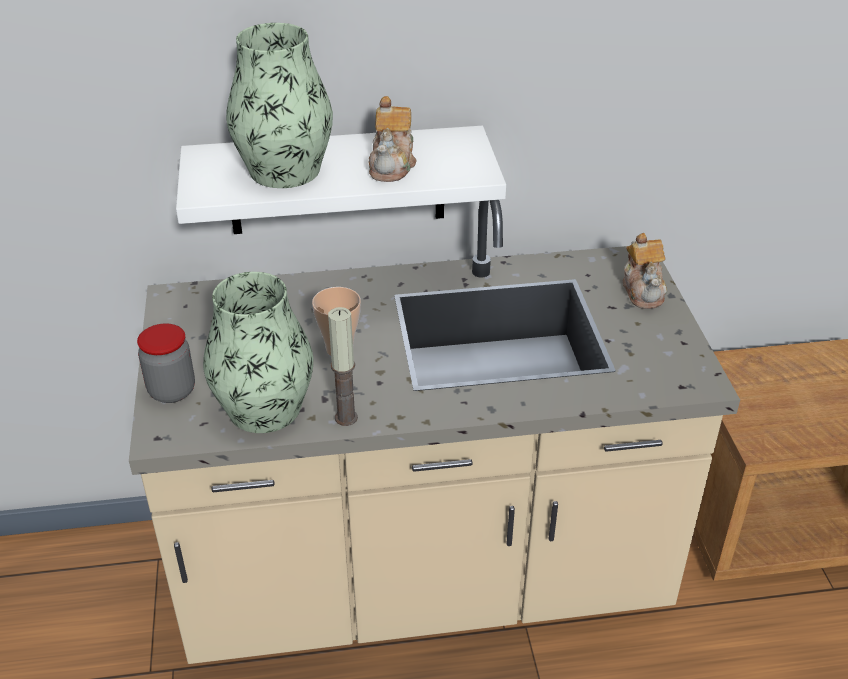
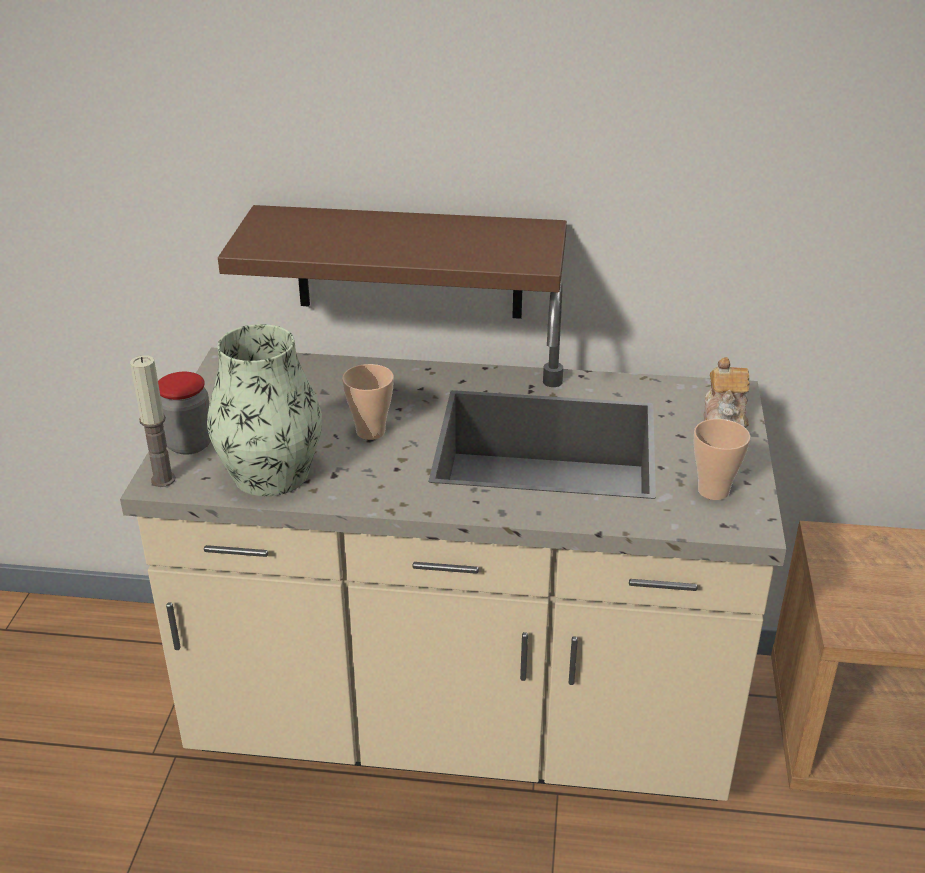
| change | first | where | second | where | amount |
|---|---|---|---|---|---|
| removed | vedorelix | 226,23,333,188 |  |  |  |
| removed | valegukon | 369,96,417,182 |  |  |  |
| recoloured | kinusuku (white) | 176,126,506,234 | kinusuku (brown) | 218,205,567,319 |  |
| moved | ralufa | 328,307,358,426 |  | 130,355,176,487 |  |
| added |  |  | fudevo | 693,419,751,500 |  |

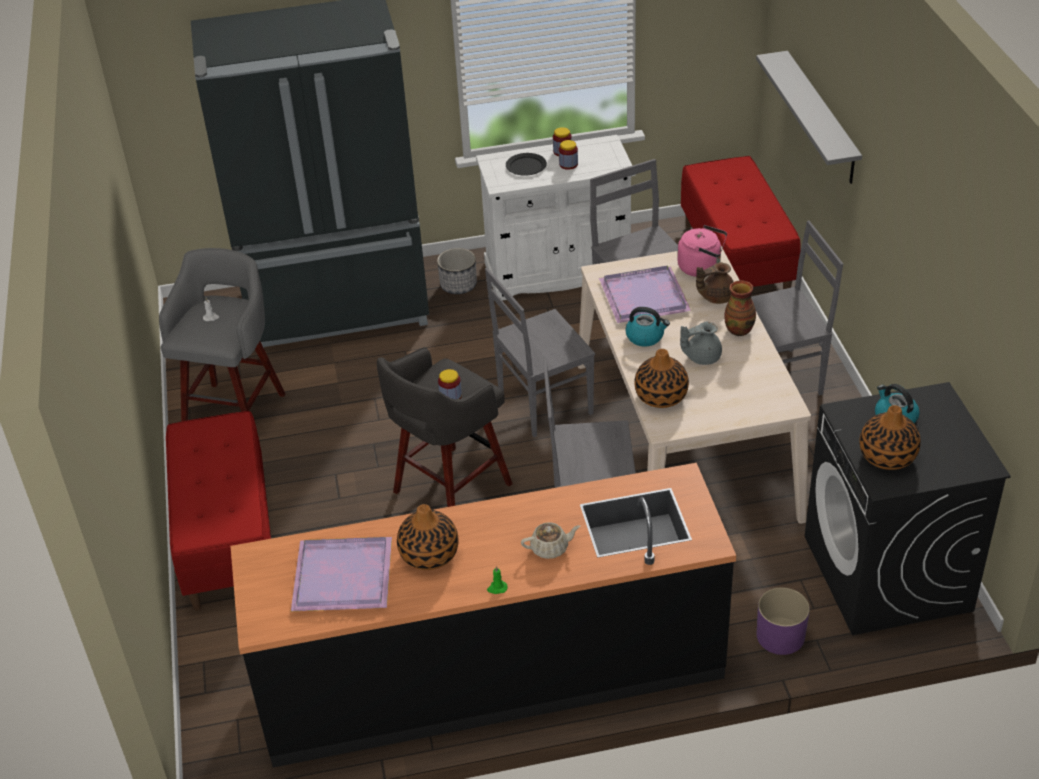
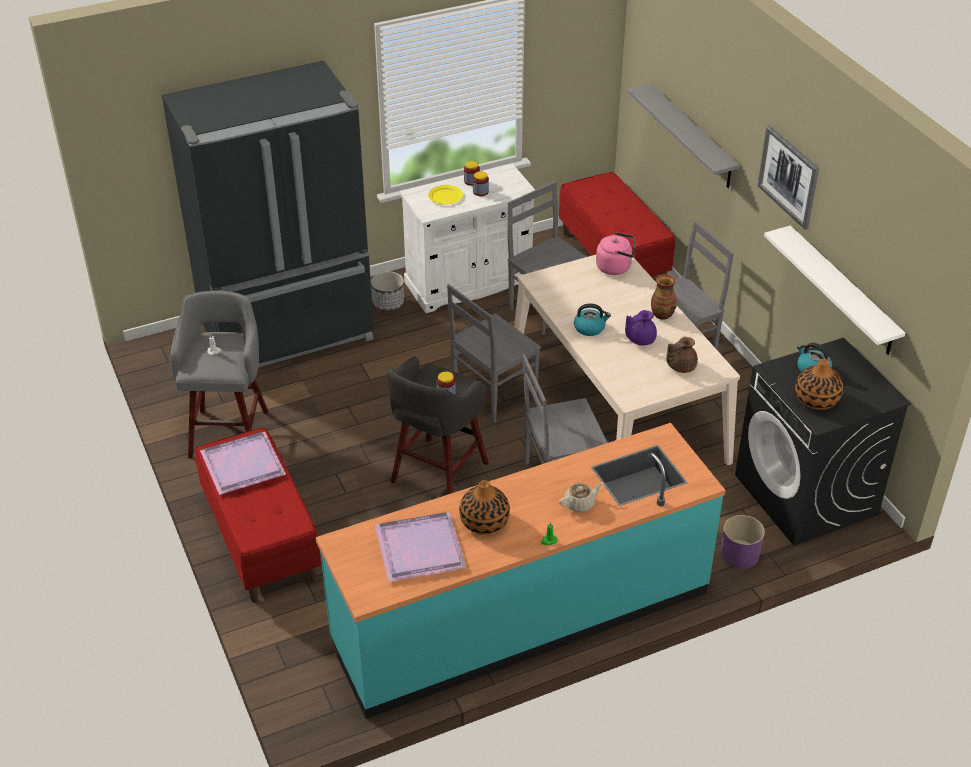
| change | first | where | second | where | amount |
|---|---|---|---|---|---|
| recoloured | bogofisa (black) | 506,153,547,176 | bogofisa (yellow) | 428,185,463,205 |  |
| moved | valegukon (brown) | 696,262,734,304 |  | 666,337,698,373 |  |
| moved | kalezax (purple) | 599,266,692,323 |  | 200,432,286,495 |  |
| recoloured | valegukon (grey) | 680,322,722,365 | valegukon (purple) | 625,310,657,346 |  |
| removed | vedorelix | 634,349,689,408 |  |  |  |
| recoloured | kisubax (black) | 231,463,736,767 | kisubax (turquoise) | 316,423,725,719 |  |
| added |  |  | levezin | 758,125,819,230 |  |
| added |  |  | kinusuku (white) | 764,225,905,355 |  |

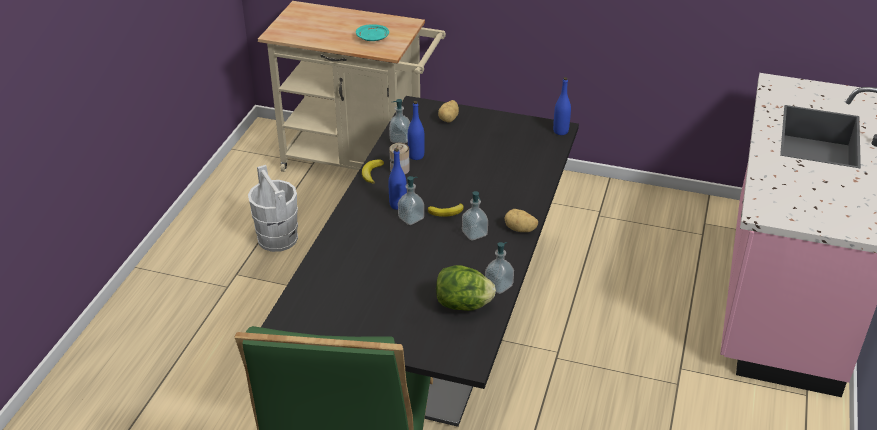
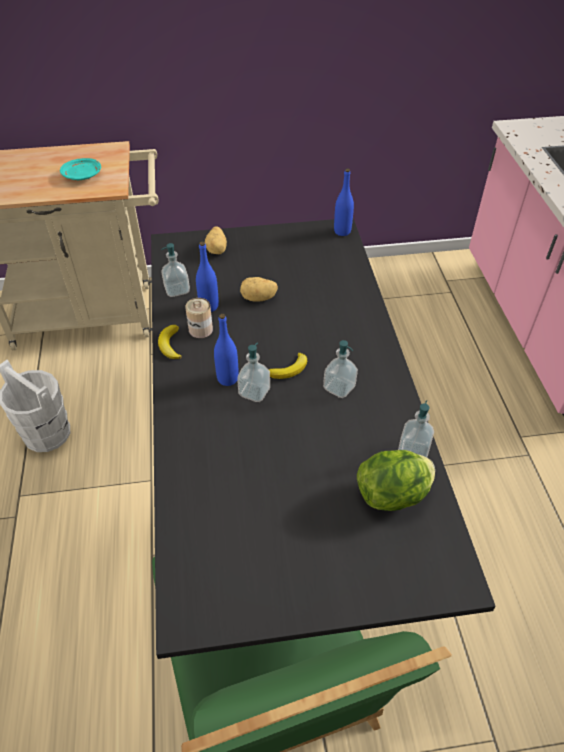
| change | first | where | second | where | amount |
|---|---|---|---|---|---|
| moved | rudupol | 504,209,538,232 |  | 240,277,278,302 |  |

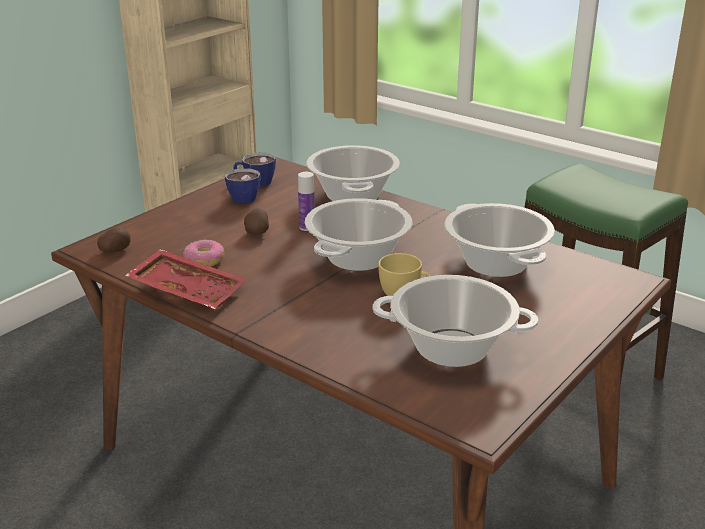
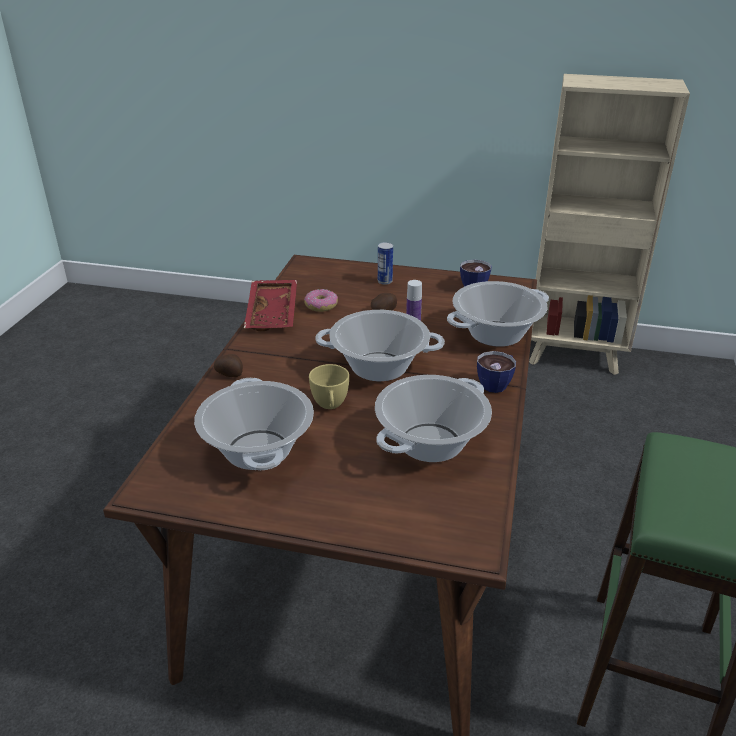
| change | first | where | second | where | amount |
|---|---|---|---|---|---|
| moved | fudevo | 224,168,260,204 |  | 477,351,516,393 |  |
| moved | rudupol | 97,228,131,253 |  | 214,354,243,377 |  |
| added |  |  | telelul | 378,242,393,285 |  |

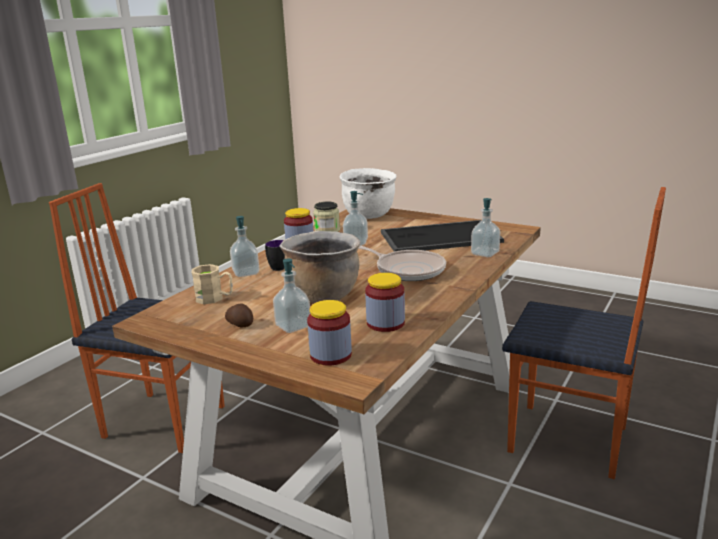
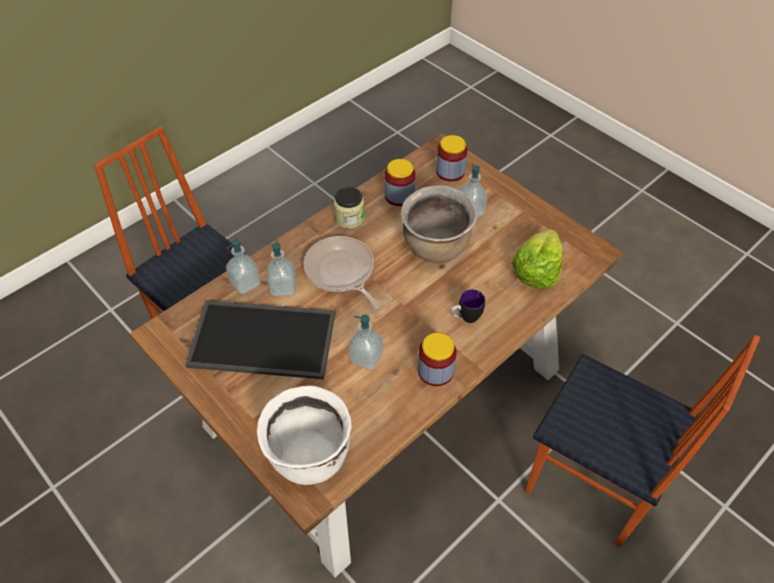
| change | first | where | second | where | amount |
|---|---|---|---|---|---|
| moved | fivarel | 313,201,340,232 |  | 334,187,365,229 |  |
| moved | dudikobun | 230,216,259,277 |  | 267,240,296,296 |  |
| replaced | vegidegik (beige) | 192,264,233,304 | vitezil | 512,229,562,289 |  |
| removed | rudupol | 225,304,253,327 |  |  |  |

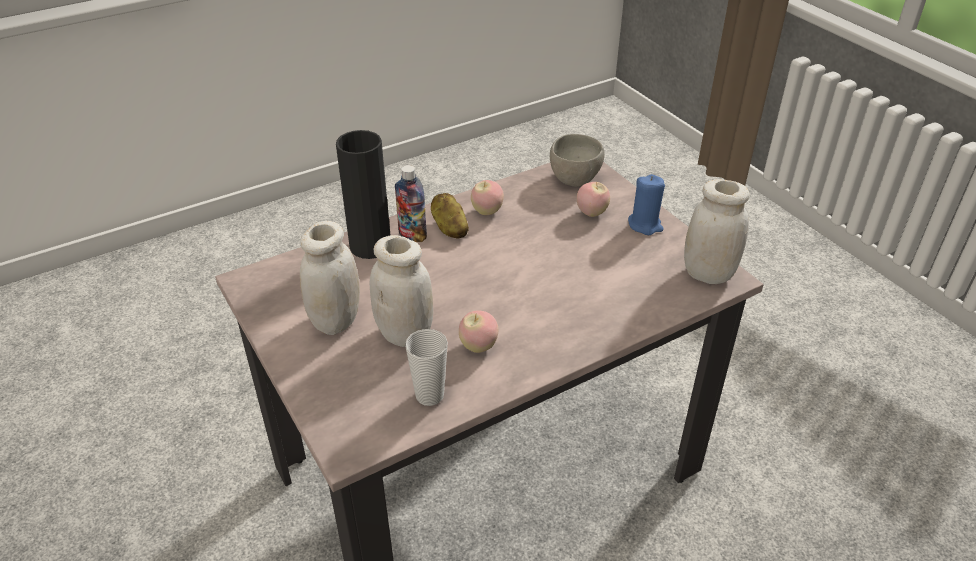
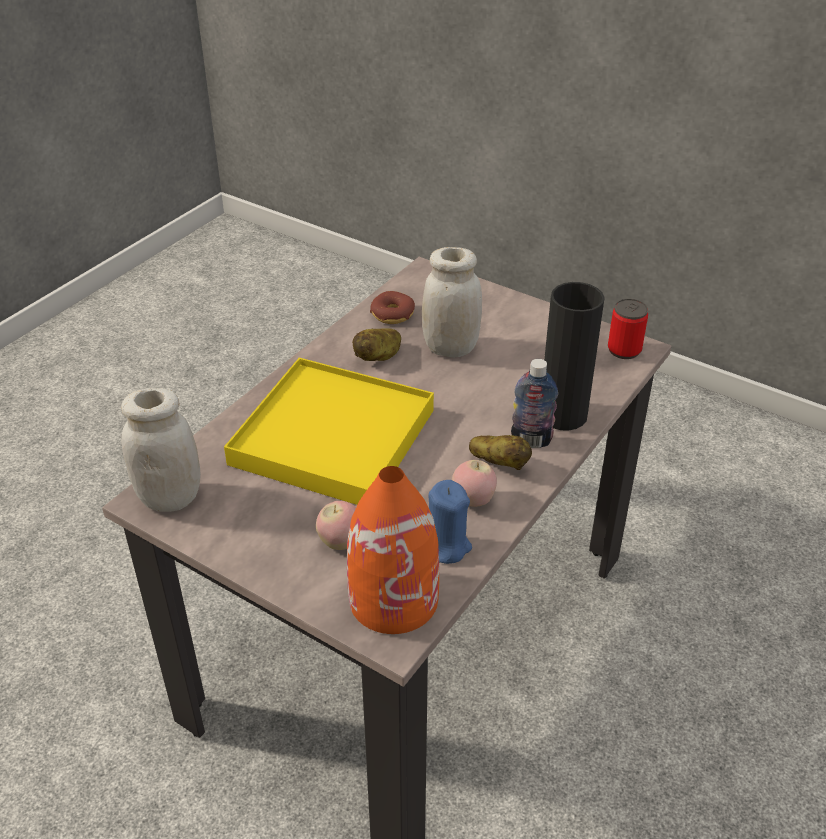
| change | first | where | second | where | amount |
|---|---|---|---|---|---|
| replaced | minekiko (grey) | 550,134,605,187 | vedorelix (orange) | 347,466,439,634 |  |
| moved | ralufa (blue) | 628,174,665,235 |  | 428,480,472,564 |  |
| removed | fivarel (white) | 300,221,360,335 |  |  |  |
| replaced | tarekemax | 459,310,499,353 | rudupol | 352,328,401,361 |  |
| replaced | fudevo | 405,329,448,406 | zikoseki | 370,291,415,324 |  |
| added |  |  | telelul | 608,299,648,359 |  |
| added |  |  | kalezax (yellow) | 224,358,434,505 |  |

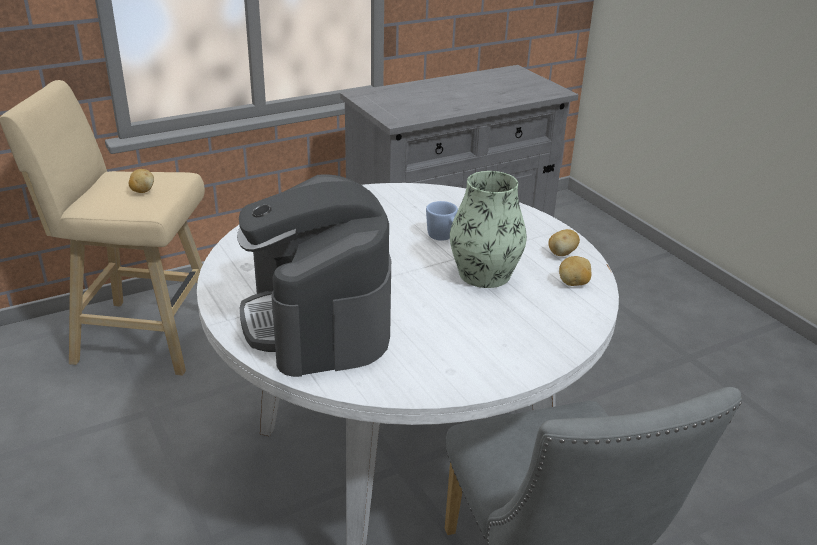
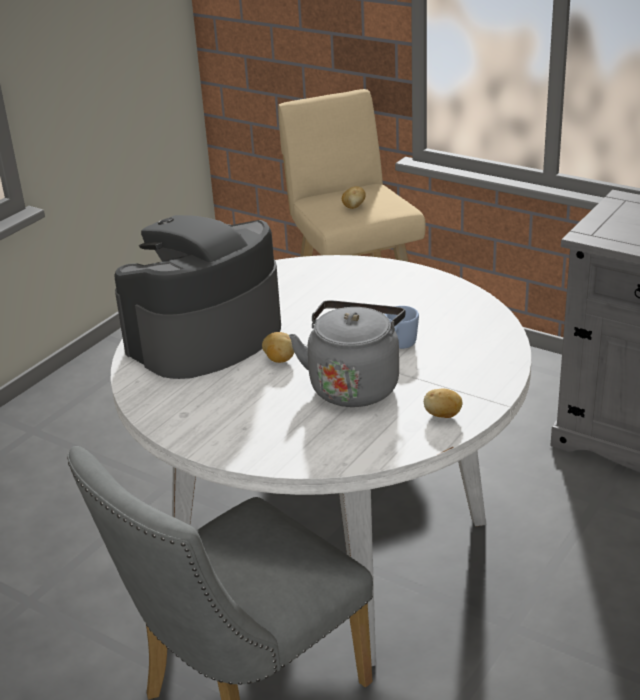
| change | first | where | second | where | amount |
|---|---|---|---|---|---|
| replaced | vedorelix | 450,171,527,288 | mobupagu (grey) | 289,300,406,407 |  |
| moved | rudupol | 559,256,591,286 |  | 262,332,295,363 |  |

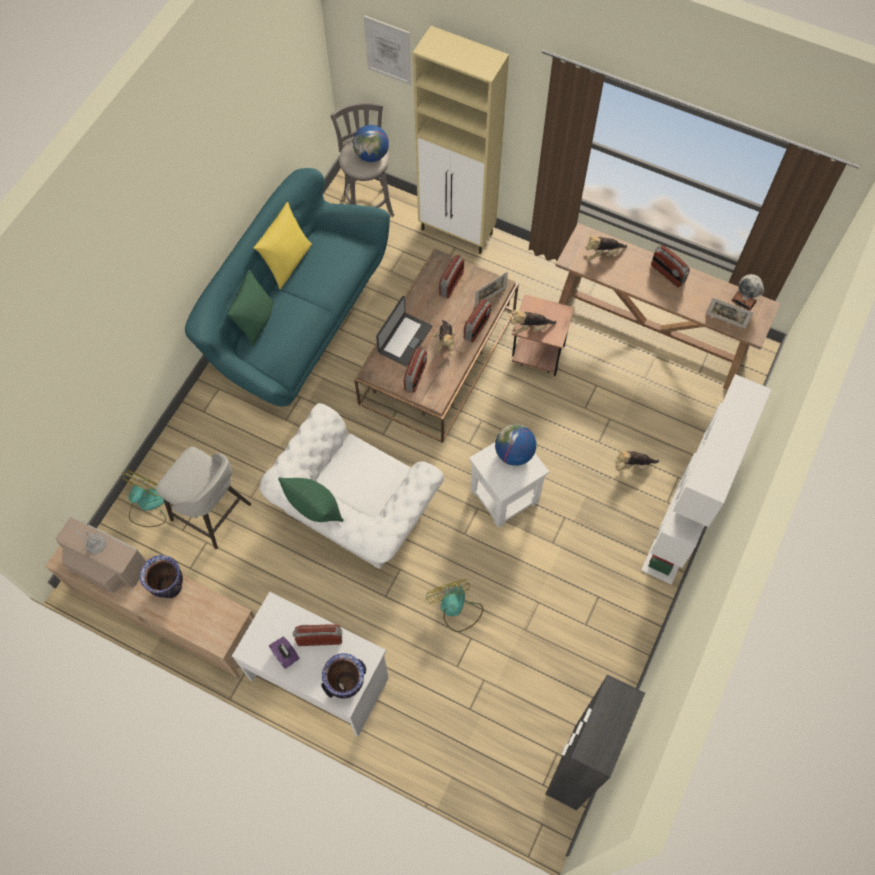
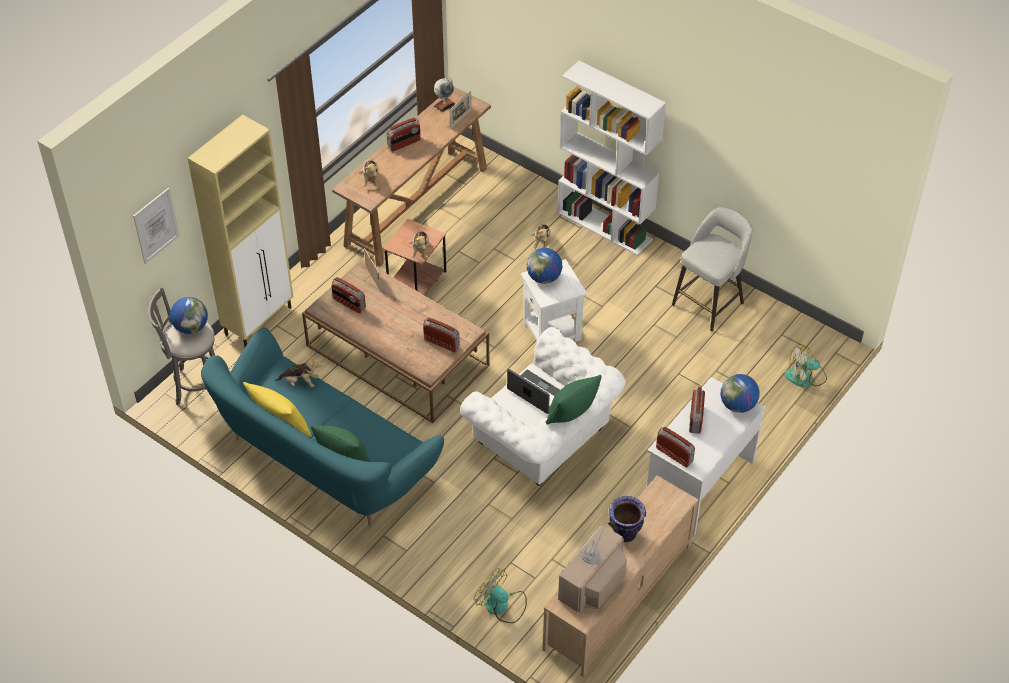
| change | first | where | second | where | amount |
|---|---|---|---|---|---|
| moved | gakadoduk | 376,296,432,367 |  | 507,368,560,414 |  |
| moved | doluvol | 464,298,491,342 |  | 656,427,695,468 |  |
| moved | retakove | 433,320,455,356 |  | 275,355,322,387 |  |
| moved | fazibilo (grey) | 156,447,251,549 |  | 672,207,752,331 |  |
| moved | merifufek | 426,579,483,632 |  | 784,344,827,388 |  |
| removed | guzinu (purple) | 269,637,299,669 |  |  |  |
| replaced | vedorelix | 321,653,366,699 | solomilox | 721,374,759,413 |  |
| removed | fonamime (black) | 546,674,645,810 |  |  |  |

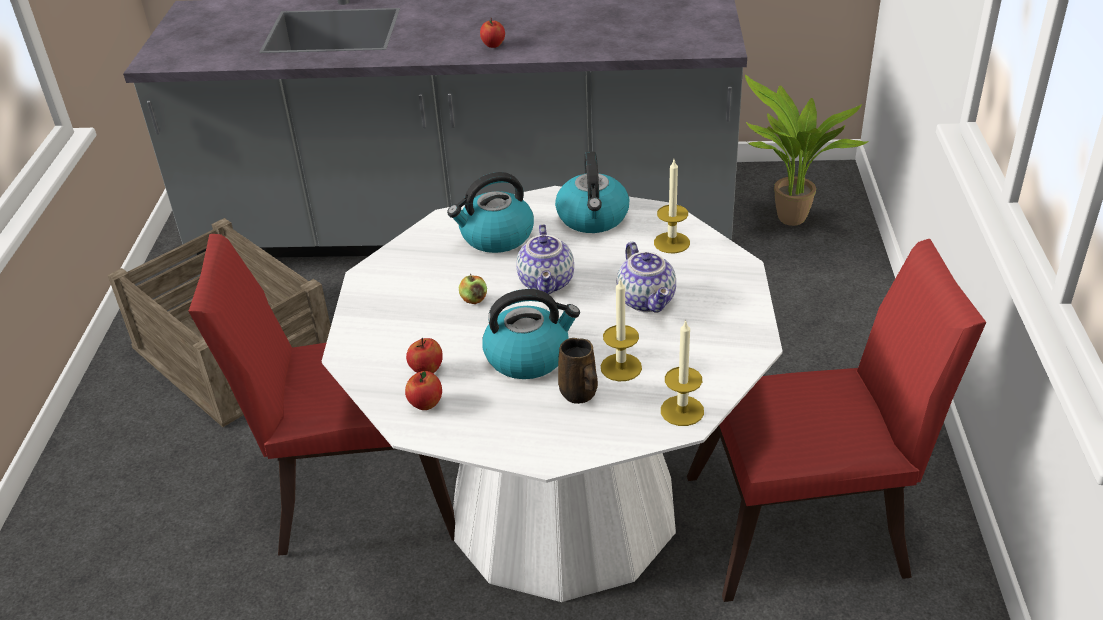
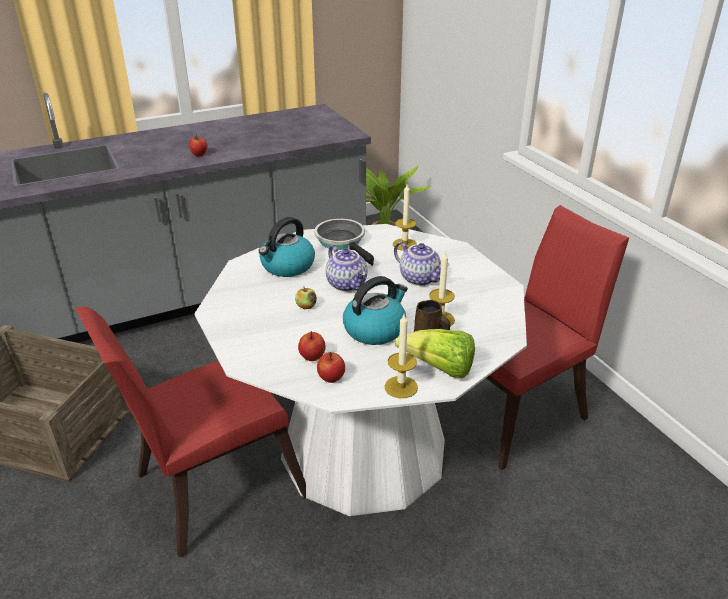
| change | first | where | second | where | amount |
|---|---|---|---|---|---|
| replaced | mobupagu | 555,151,630,233 | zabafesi | 314,219,374,266 |  |
| moved | ralufa | 661,319,704,426 |  | 385,314,418,398 |  |
| added |  |  | vitezil | 395,329,475,378 |  |

